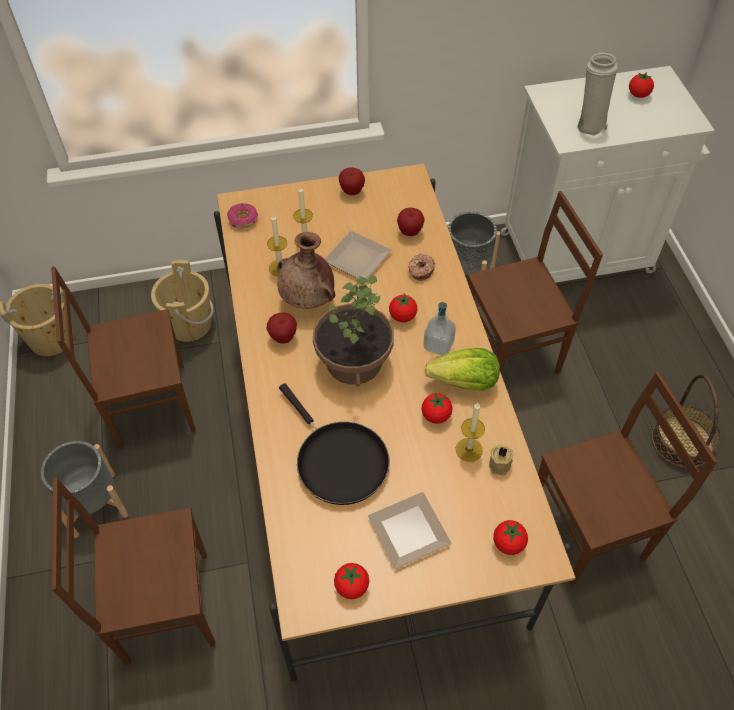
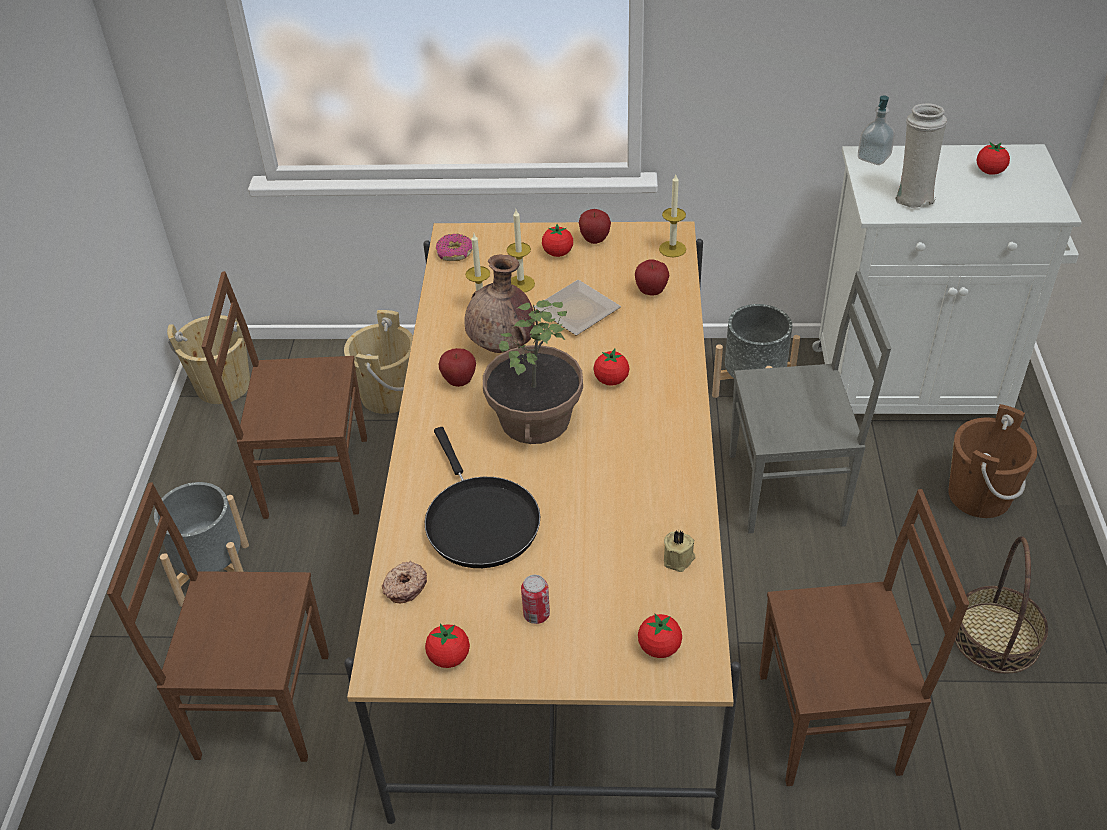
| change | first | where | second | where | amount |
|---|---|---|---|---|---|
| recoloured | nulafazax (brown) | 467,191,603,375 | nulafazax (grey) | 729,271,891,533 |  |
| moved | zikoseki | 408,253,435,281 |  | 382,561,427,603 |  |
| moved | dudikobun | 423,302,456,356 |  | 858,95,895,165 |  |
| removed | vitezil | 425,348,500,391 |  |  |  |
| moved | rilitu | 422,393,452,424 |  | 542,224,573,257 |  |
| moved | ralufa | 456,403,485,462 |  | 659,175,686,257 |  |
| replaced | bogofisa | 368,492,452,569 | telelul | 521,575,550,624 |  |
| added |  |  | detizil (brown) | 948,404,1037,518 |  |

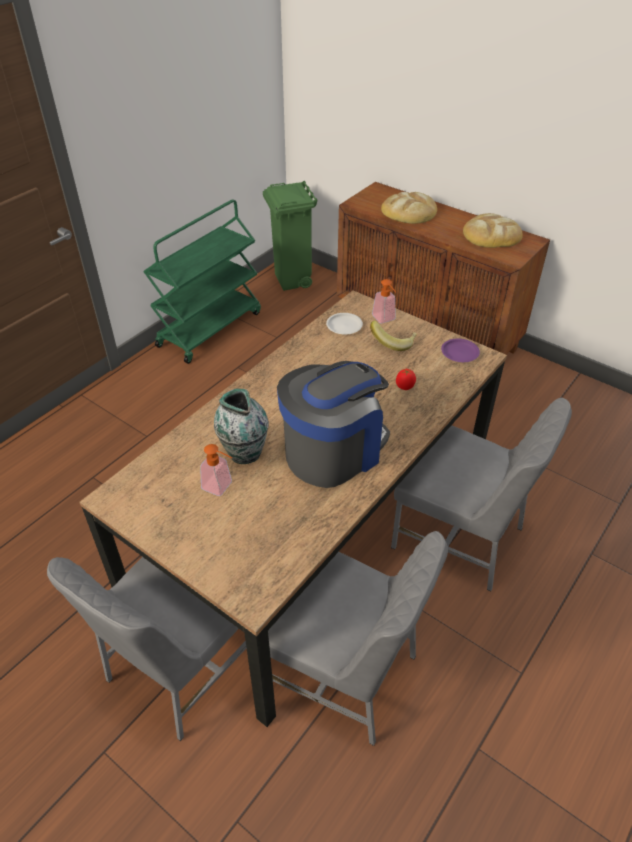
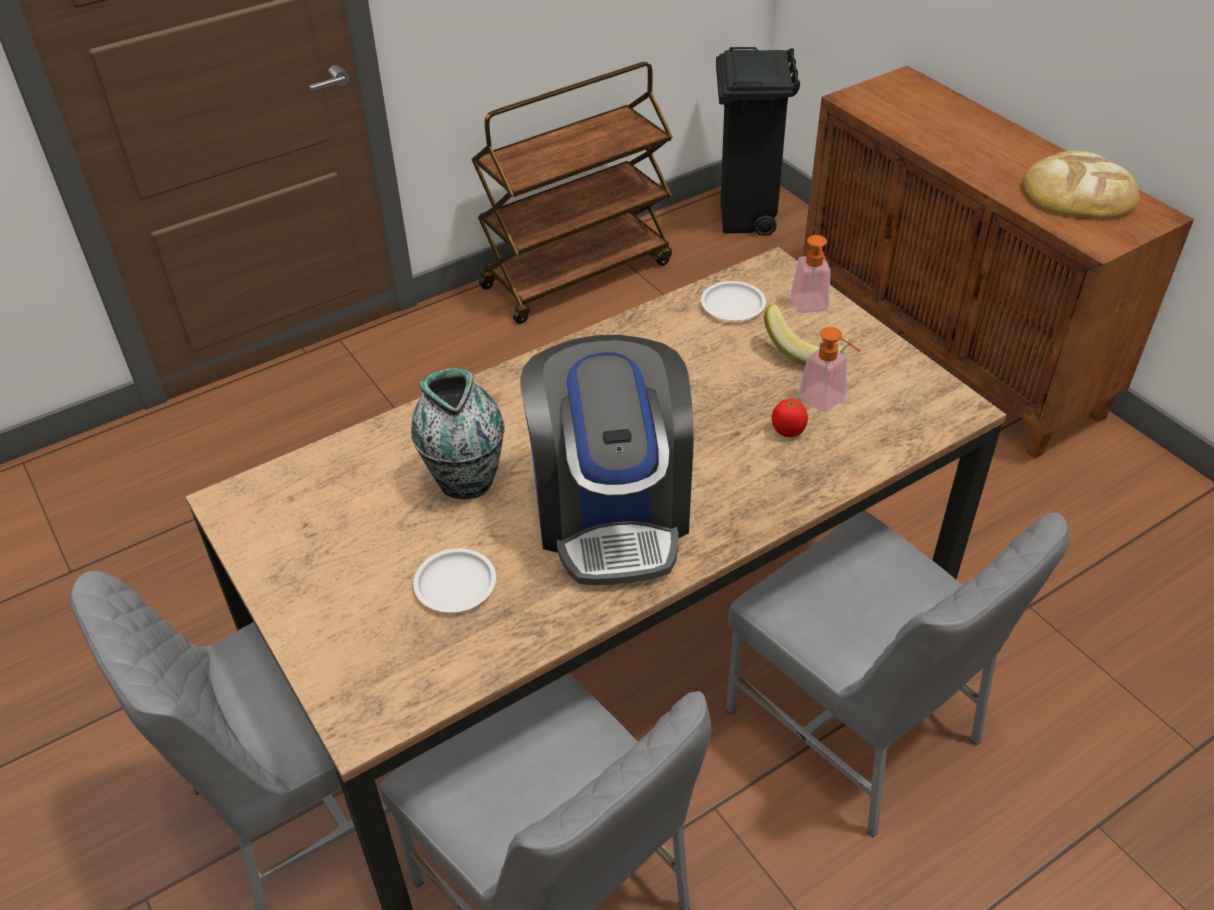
| change | first | where | second | where | amount |
|---|---|---|---|---|---|
| recoloured | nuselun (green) | 263,181,318,291 | nuselun (black) | 716,47,800,236 |  |
| removed | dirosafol | 381,192,437,224 |  |  |  |
| recoloured | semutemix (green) | 143,200,261,364 | semutemix (brown) | 471,62,673,324 |  |
| removed | bogofisa (purple) | 441,339,480,362 |  |  |  |
| turned | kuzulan | 277,361,390,488 |  | 520,335,694,585 | 105 degrees clockwise |
| moved | dudikobun | 200,444,232,496 |  | 798,327,861,412 |  |
| added |  |  | bogofisa (white) | 413,548,496,612 |  |

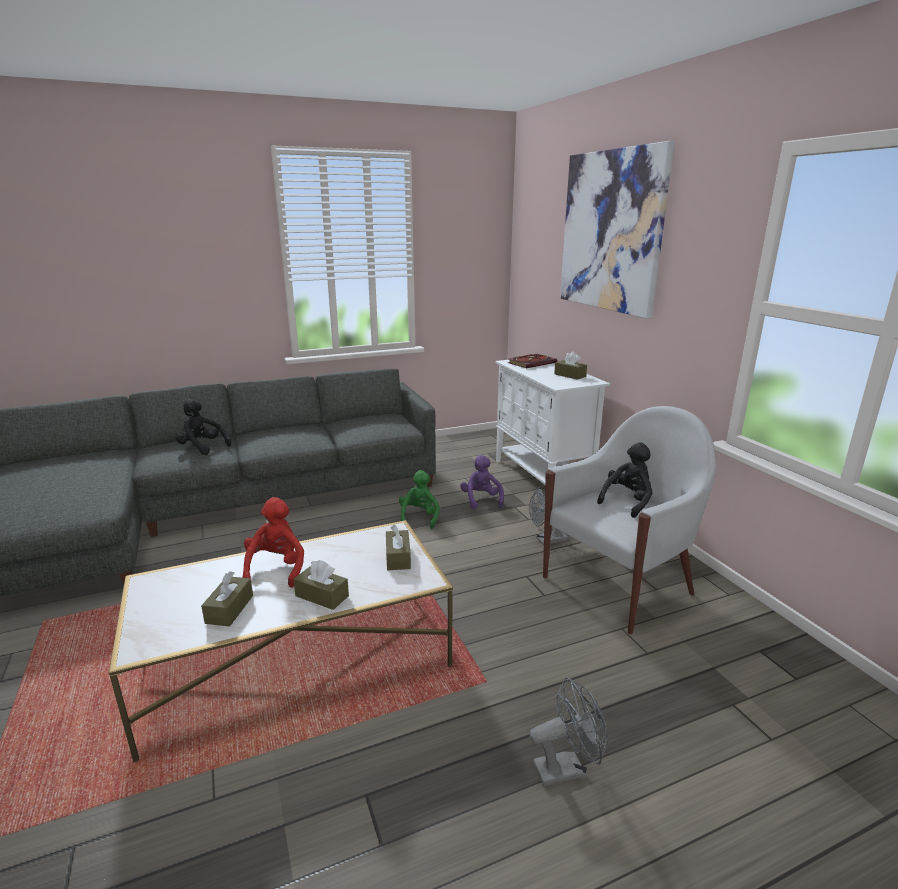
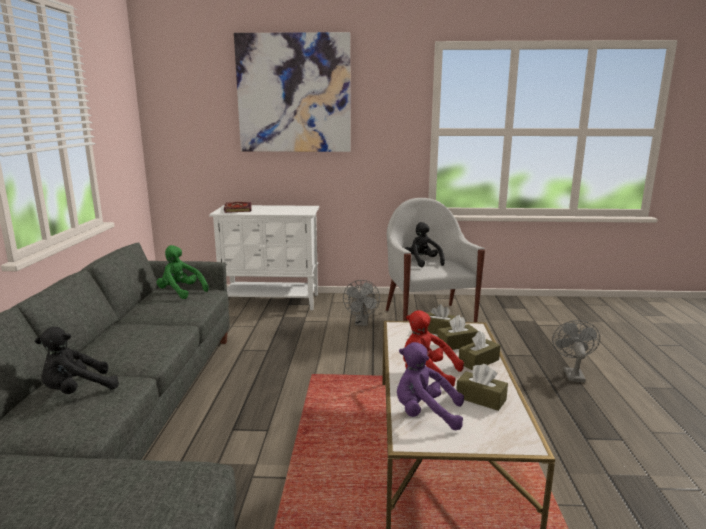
| change | first | where | second | where | amount |
|---|---|---|---|---|---|
| moved | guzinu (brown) | 554,352,587,380 |  | 437,315,479,350 |  |
| moved | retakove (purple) | 460,455,504,509 |  | 397,342,464,430 |  |
| moved | retakove (green) | 399,470,439,529 |  | 157,245,209,299 |  |

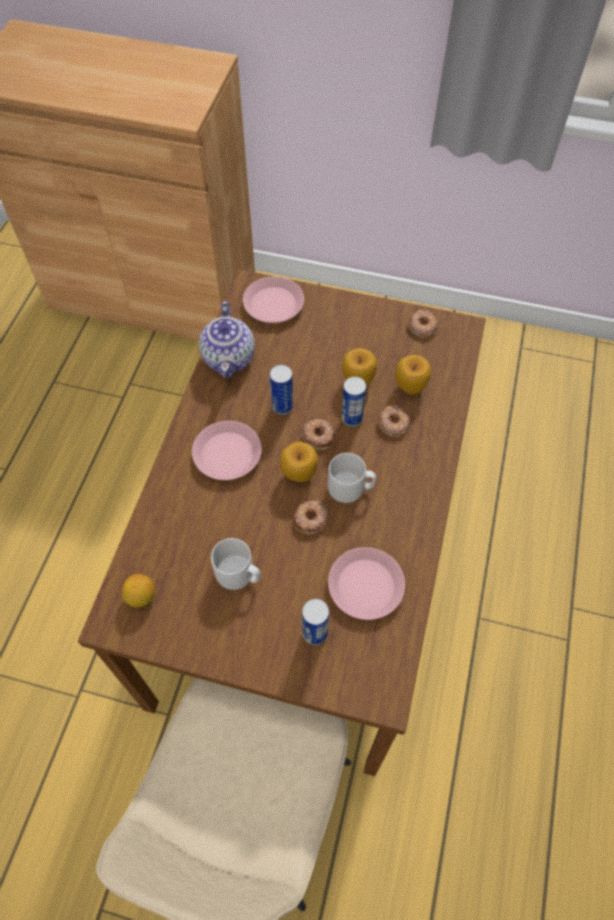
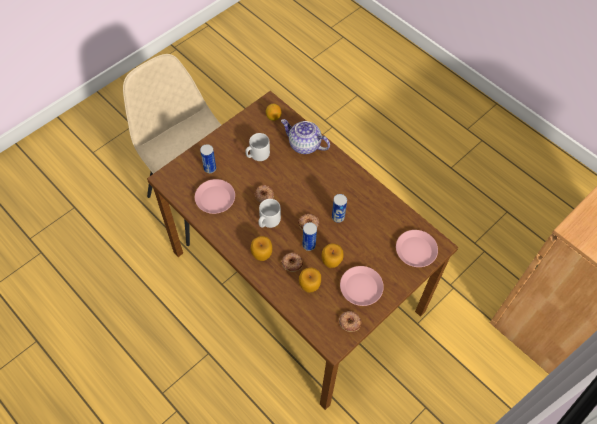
| change | first | where | second | where | amount |
|---|---|---|---|---|---|
| moved | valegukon | 199,302,255,378 |  | 281,119,330,154 |  |
| moved | bogofisa (pink) | 192,421,262,480 |  | 340,266,384,306 |  |
| moved | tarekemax | 280,442,318,482 |  | 250,236,273,261 |  |

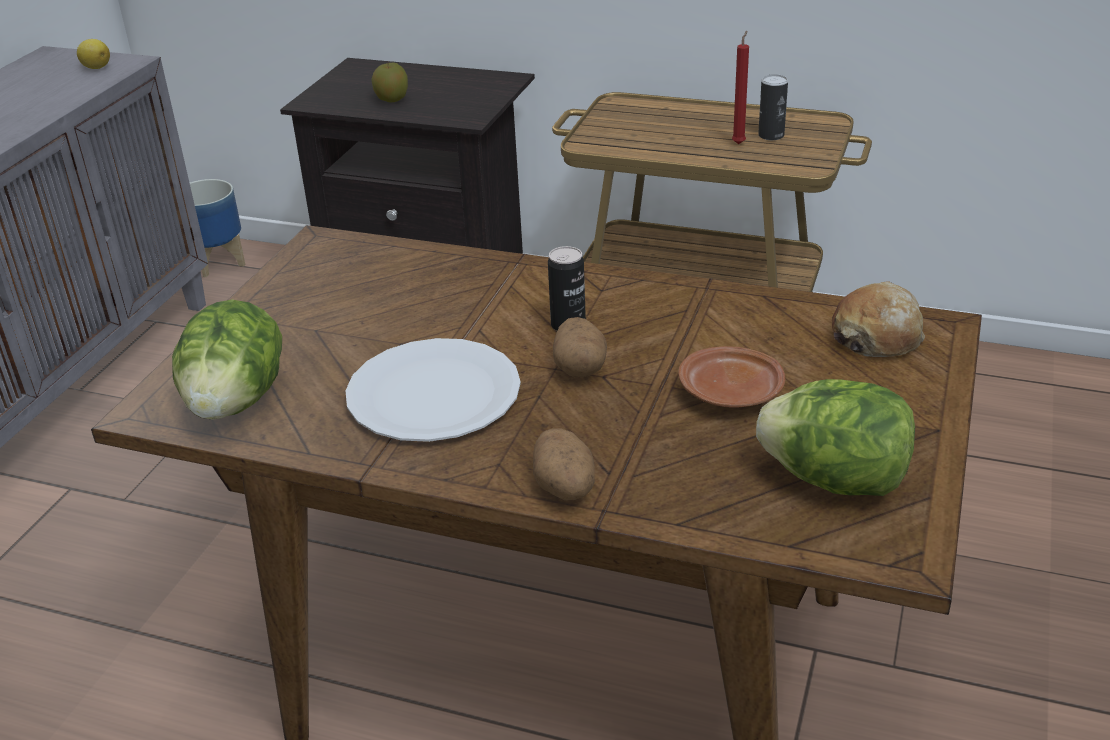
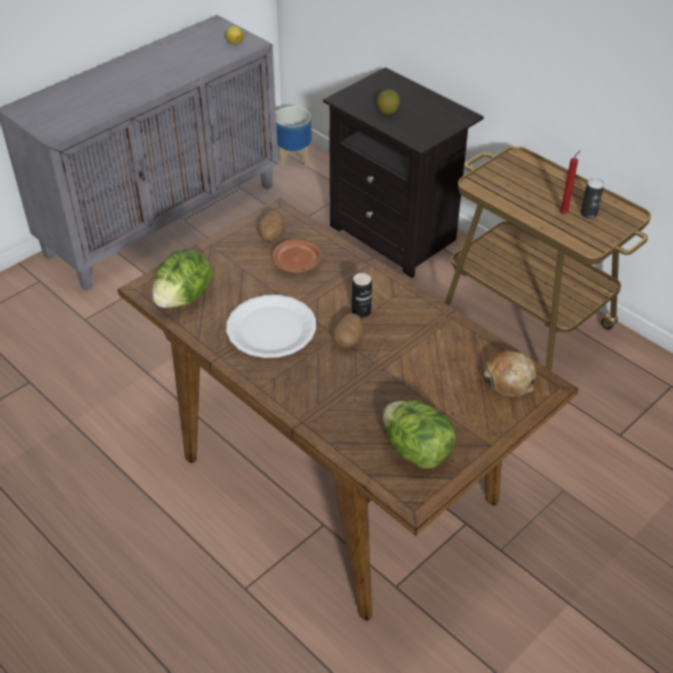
| change | first | where | second | where | amount |
|---|---|---|---|---|---|
| moved | bogofisa (brown) | 679,346,785,408 |  | 272,239,322,272 |  |
| moved | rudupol | 533,428,595,501 |  | 258,210,285,241 |  |

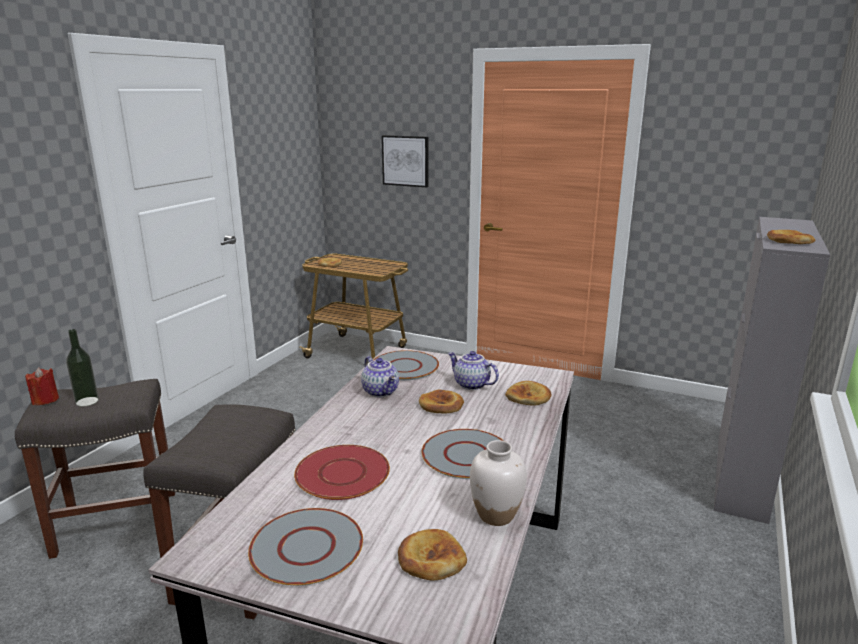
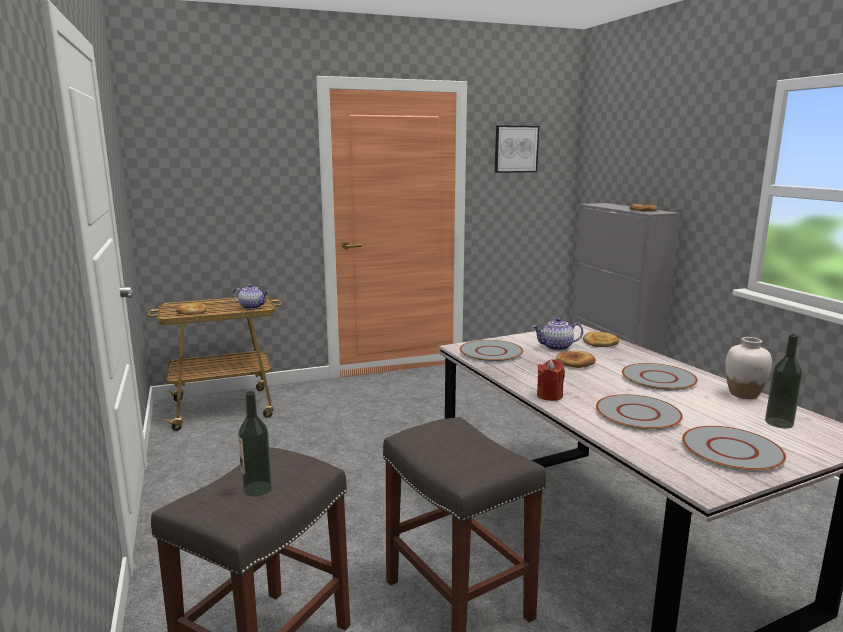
| change | first | where | second | where | amount |
|---|---|---|---|---|---|
| moved | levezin | 382,135,428,187 |  | 495,125,539,173 |  |
| moved | valegukon | 361,356,399,398 |  | 232,284,269,309 |  |
| moved | ralufa (red) | 25,367,59,405 |  | 537,359,565,401 |  |
| recoloured | bogofisa (red) | 294,445,390,500 | bogofisa (grey) | 596,394,683,431 |  |
| replaced | dirosafol | 398,529,467,580 | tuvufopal | 765,334,803,428 |  |

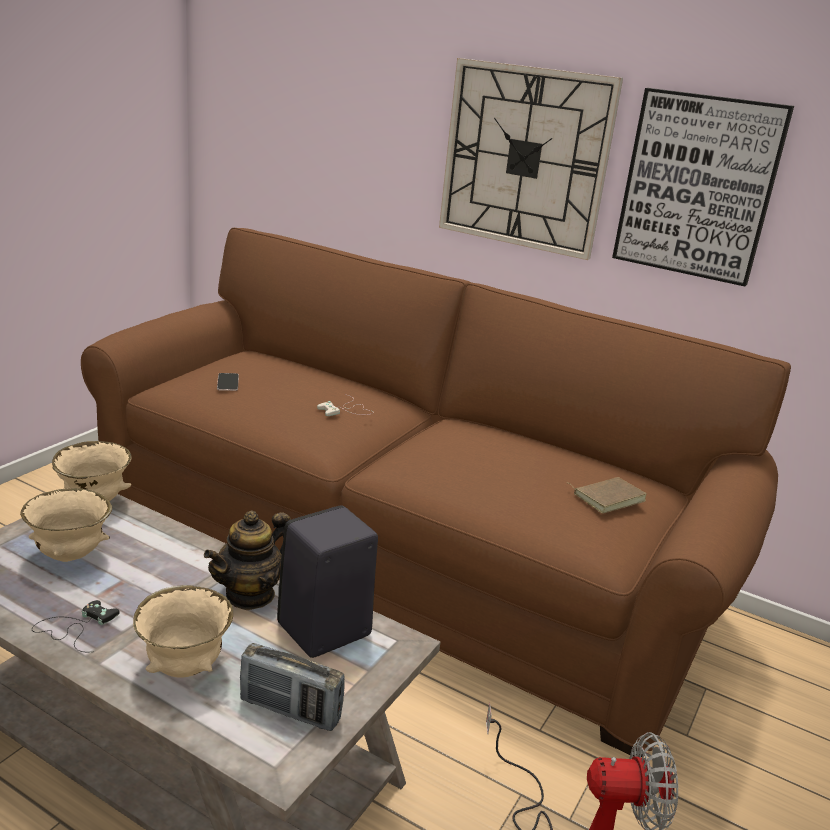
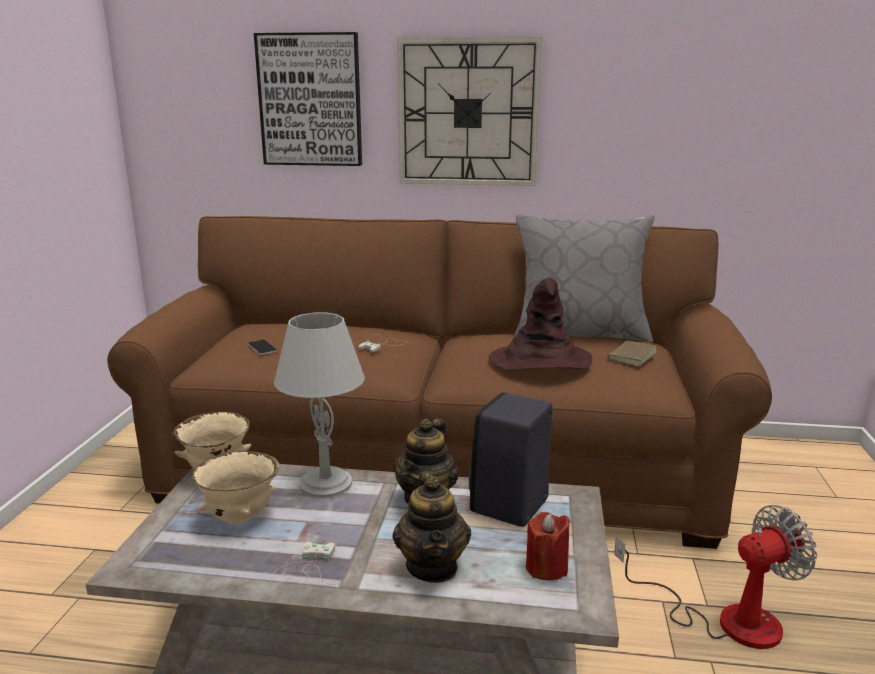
| change | first | where | second | where | amount |
|---|---|---|---|---|---|
| moved | levezin | 612,88,794,286 |  | 254,32,362,166 |  |
| replaced | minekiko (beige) | 133,585,233,677 | valegukon | 392,471,471,583 |  |
| recoloured | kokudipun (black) | 32,600,120,653 | kokudipun (white) | 270,542,346,585 |  |
| replaced | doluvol | 240,643,345,731 | ralufa (red) | 526,512,570,581 |  |
| added |  |  | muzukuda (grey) | 513,214,654,343 |  |
| added |  |  | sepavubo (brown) | 489,278,592,371 |  |
| added |  |  | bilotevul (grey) | 274,312,365,498 |  |

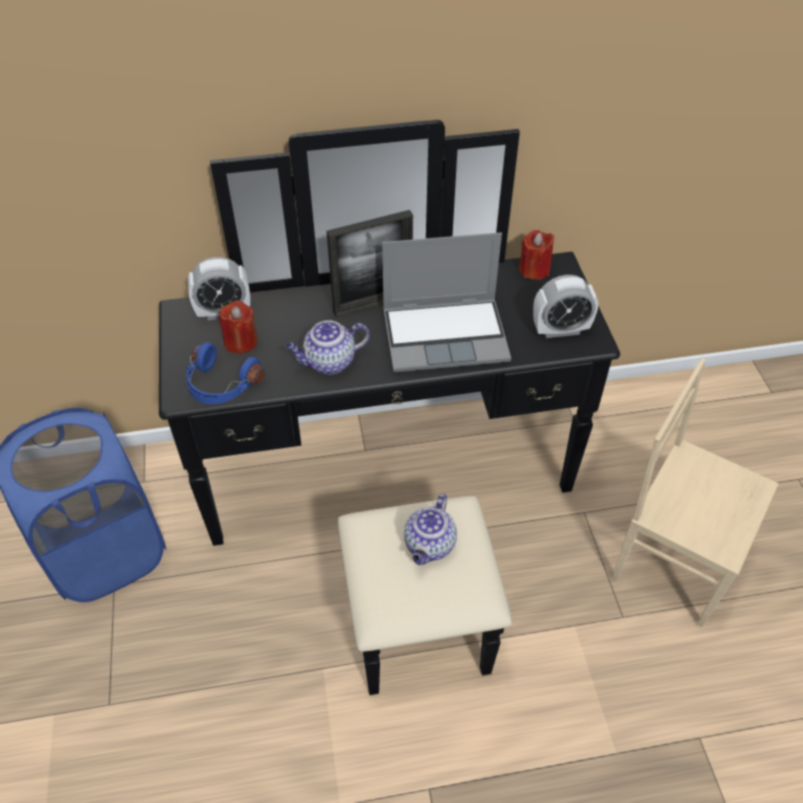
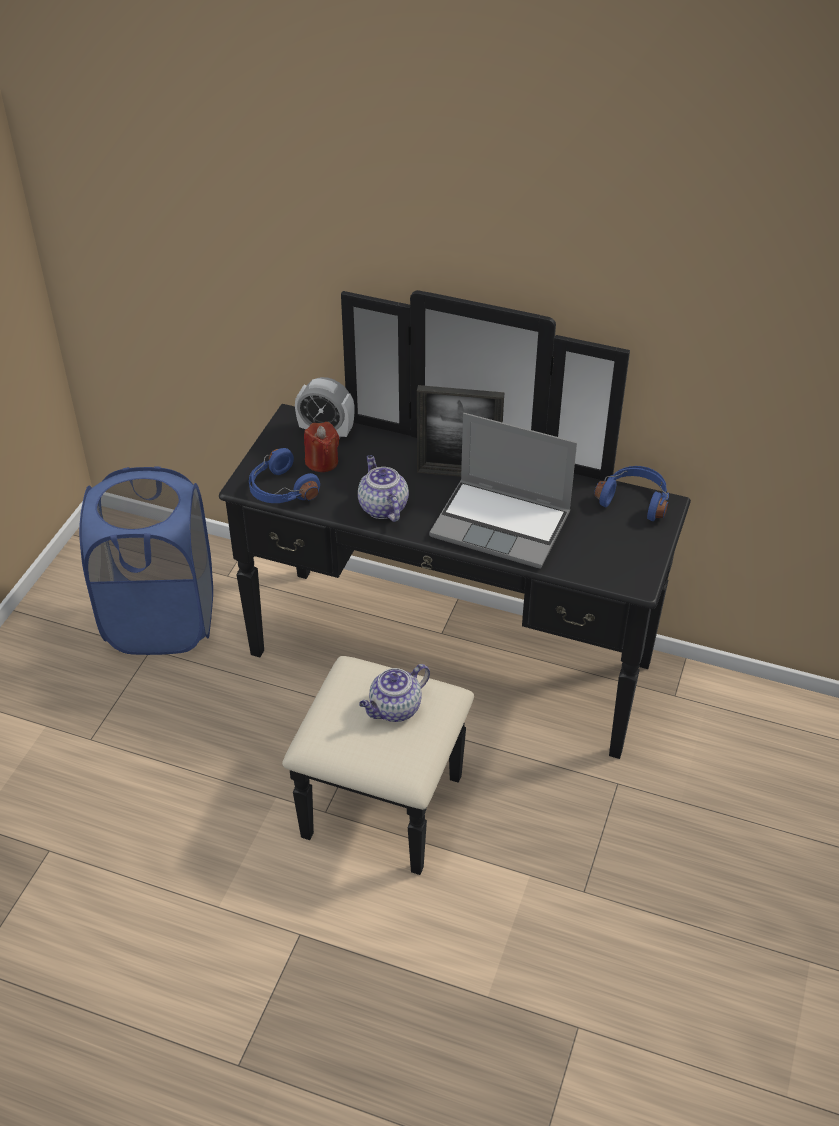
| change | first | where | second | where | amount |
|---|---|---|---|---|---|
| replaced | ralufa (red) | 519,230,554,280 | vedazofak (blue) | 594,466,669,521 |  |
| removed | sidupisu | 533,275,598,338 |  |  |  |
| turned | valegukon | 285,320,370,375 |  | 358,455,409,522 | 60 degrees clockwise |
| removed | nulafazax (beige) | 611,358,779,627 |  |  |  |

